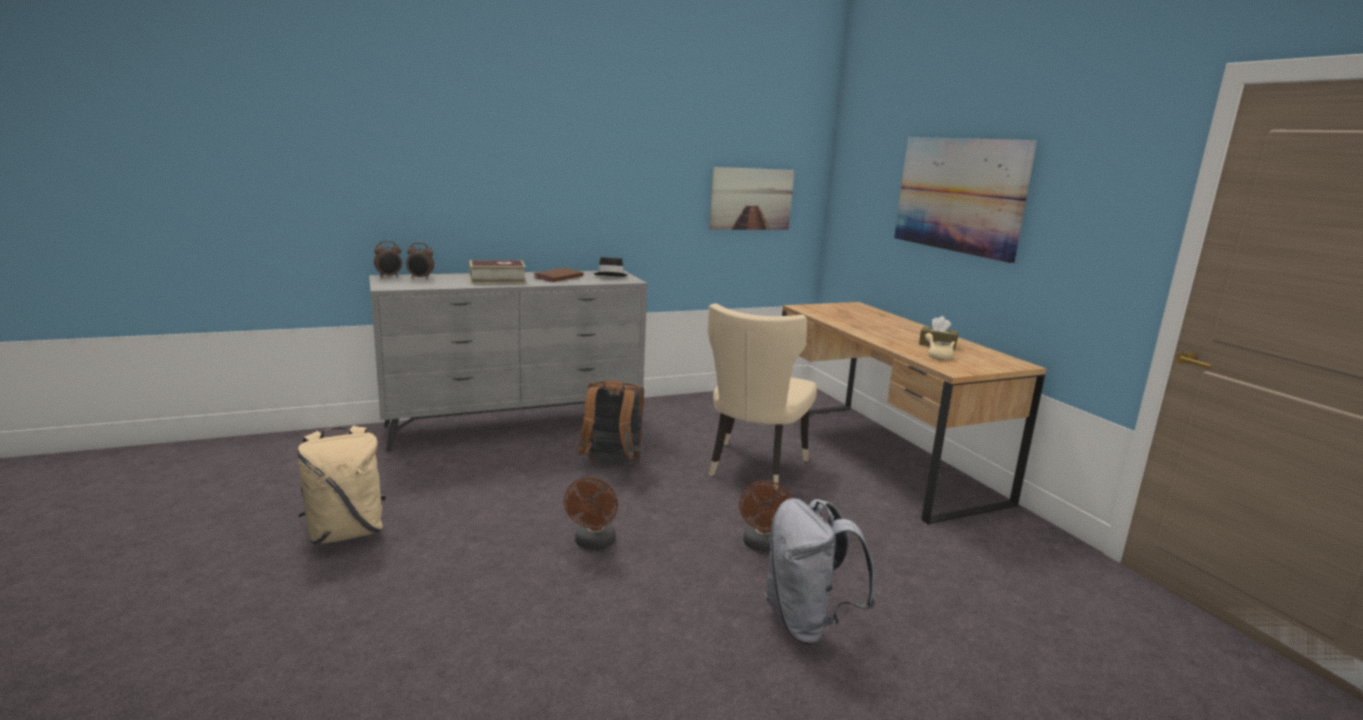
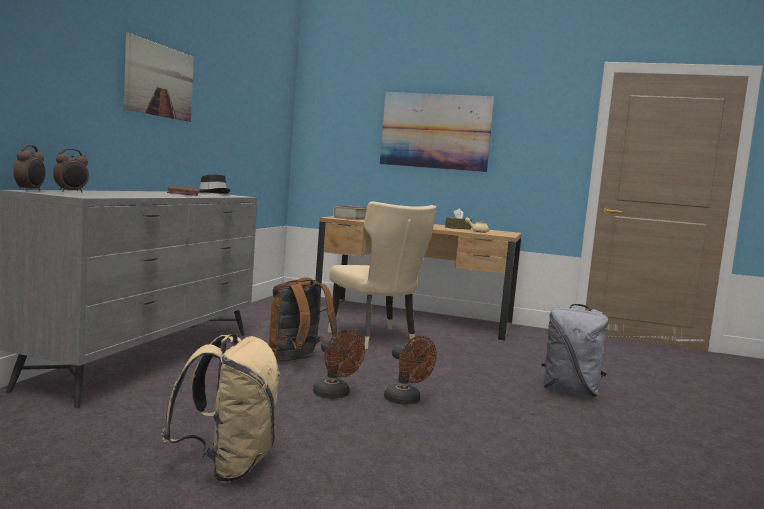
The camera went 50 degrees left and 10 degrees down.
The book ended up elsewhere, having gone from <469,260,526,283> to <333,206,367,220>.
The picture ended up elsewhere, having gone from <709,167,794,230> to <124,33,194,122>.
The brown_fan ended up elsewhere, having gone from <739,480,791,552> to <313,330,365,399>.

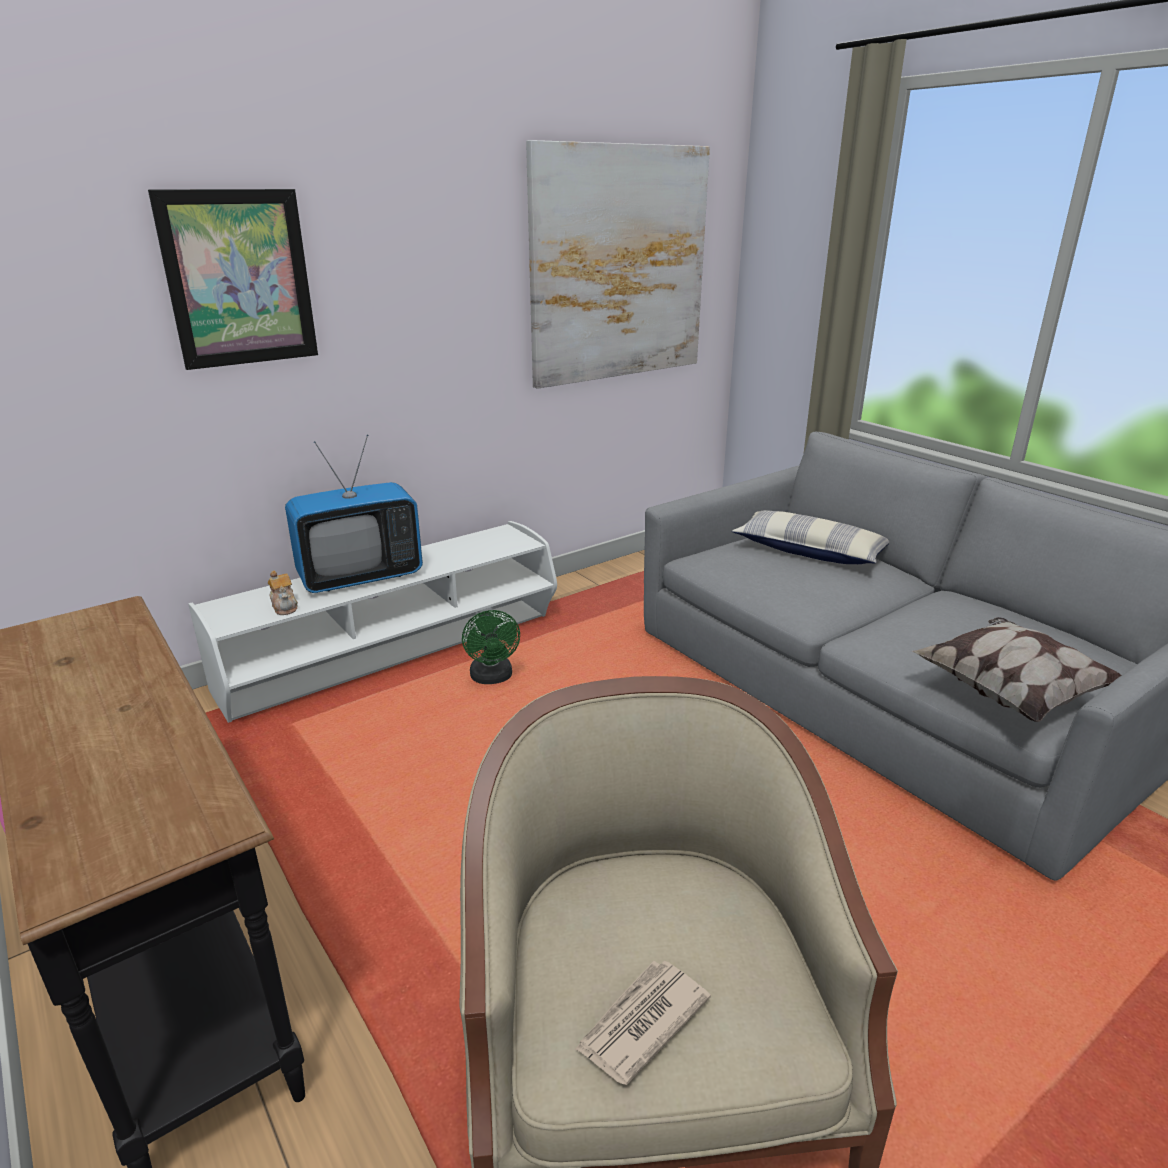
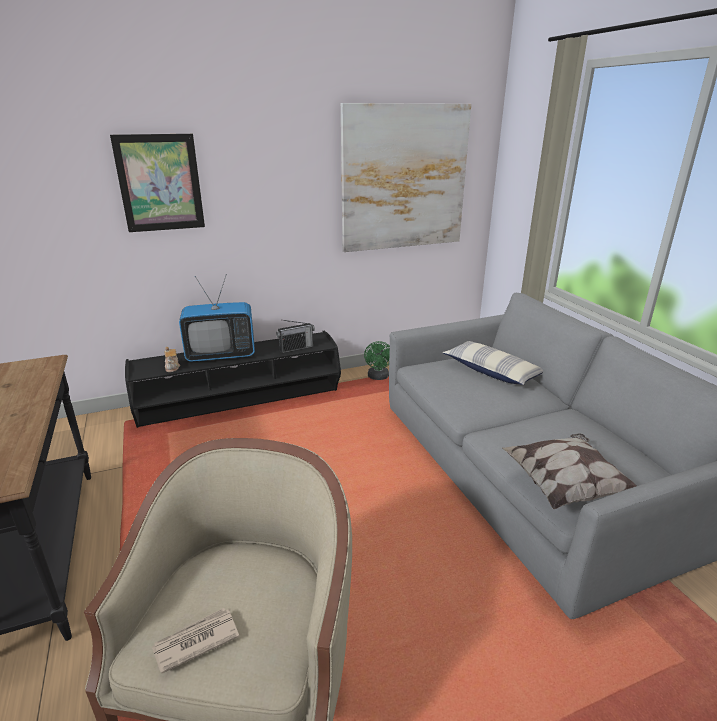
The camera went 15 degrees right and 0 degrees up.
What was the white_tv_stand at <188,521,557,723> turned into the black_tv_stand at <125,331,341,428>.
The green_fan ended up elsewhere, having gone from <462,610,520,684> to <364,341,390,380>.
The second view gained the radio at <276,320,315,353>.

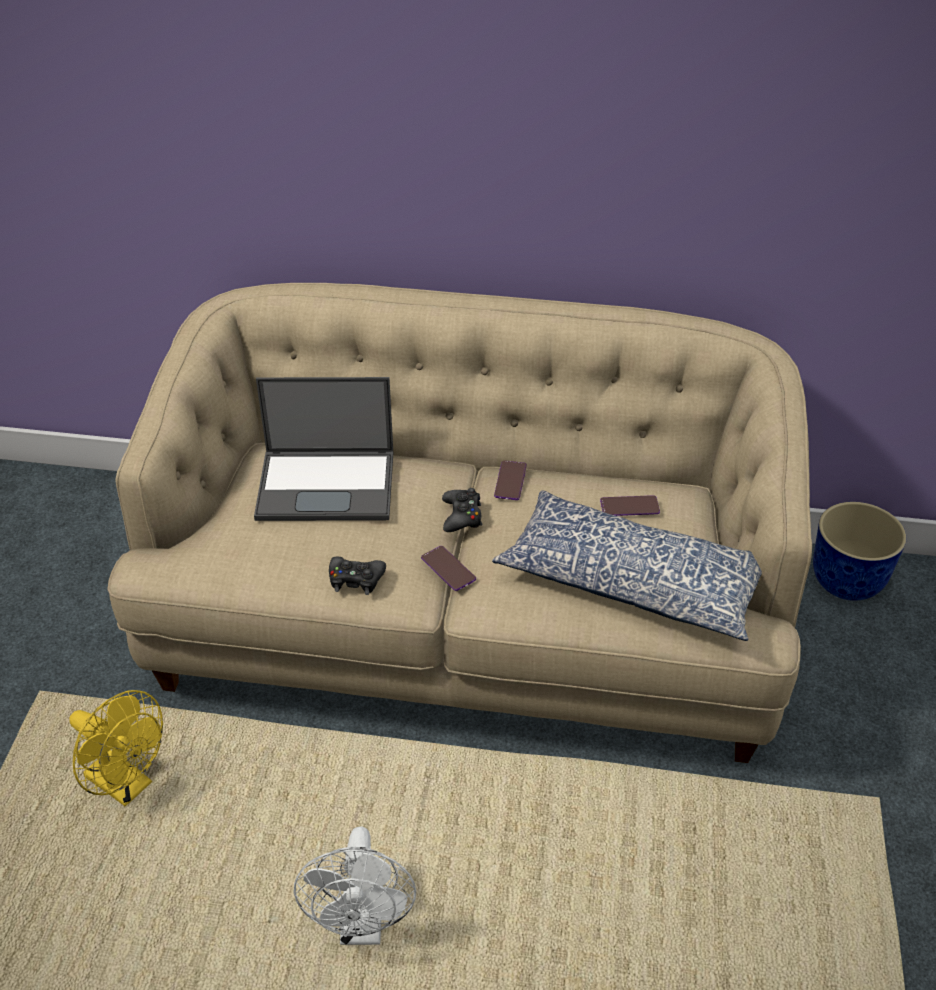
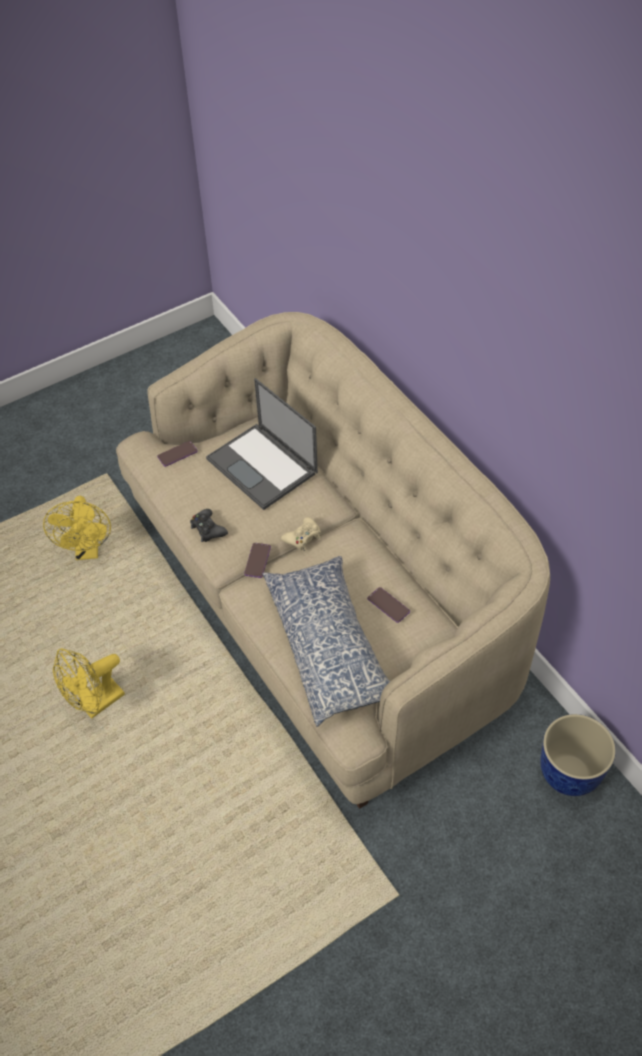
The camera went 50 degrees right and 10 degrees up.
What was the white_fan at <294,826,416,945> turned into the yellow_fan at <53,648,125,719>.
What was the black_game_controller at <442,488,482,532> turned into the beige_game_controller at <281,517,321,551>.
The phone ended up elsewhere, having gone from <494,460,527,500> to <157,441,198,467>.

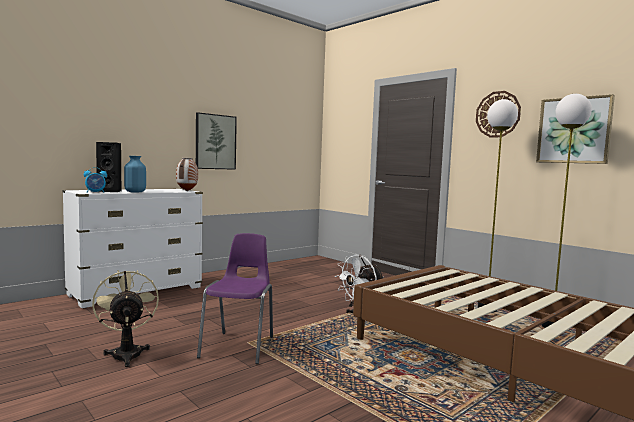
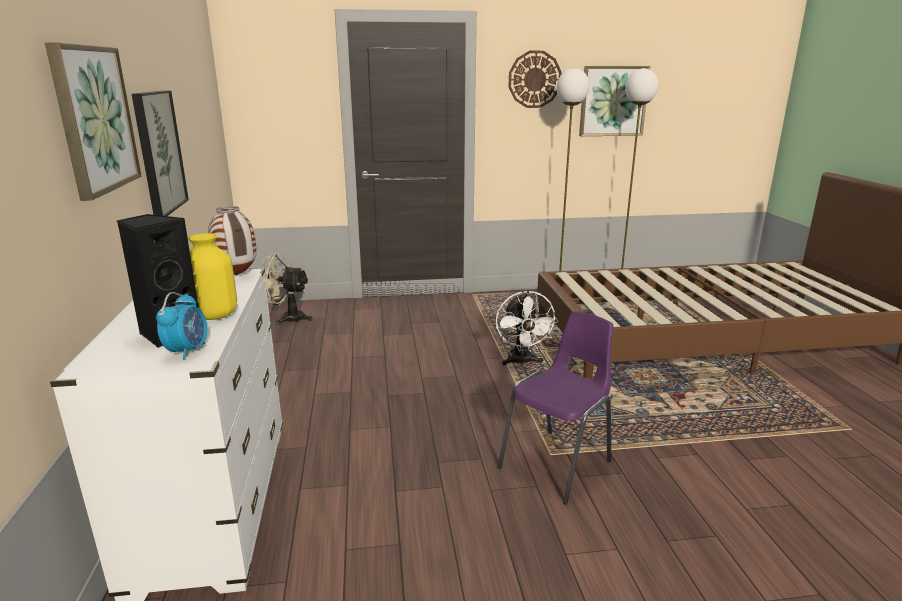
The camera went 55 degrees left and 15 degrees up.
The beige_fan ended up elsewhere, having gone from <92,270,159,367> to <262,253,312,325>.
What was the blue_vase at <124,156,146,193> turned into the yellow_vase at <188,233,237,320>.
The purple_chair at <197,233,273,364> ended up facing another way, 90 degrees clockwise from before.
The second view gained the picture at <45,42,142,201>.

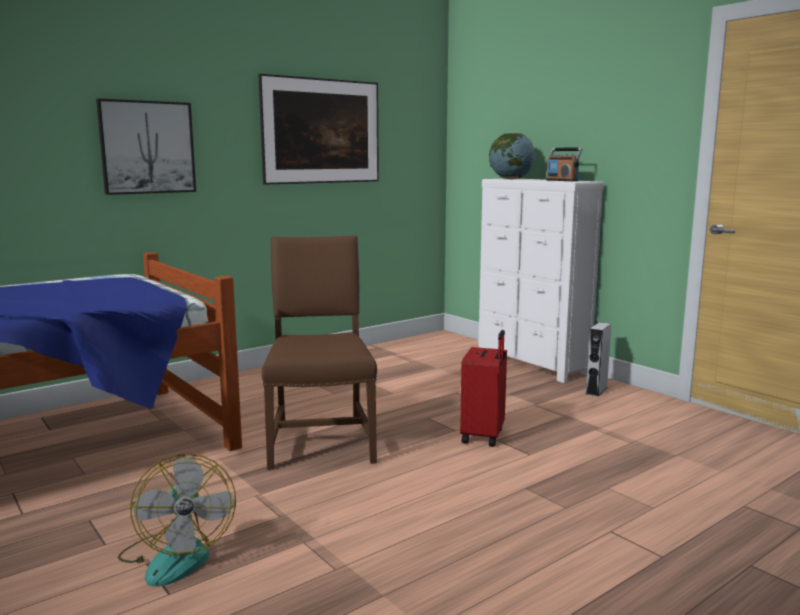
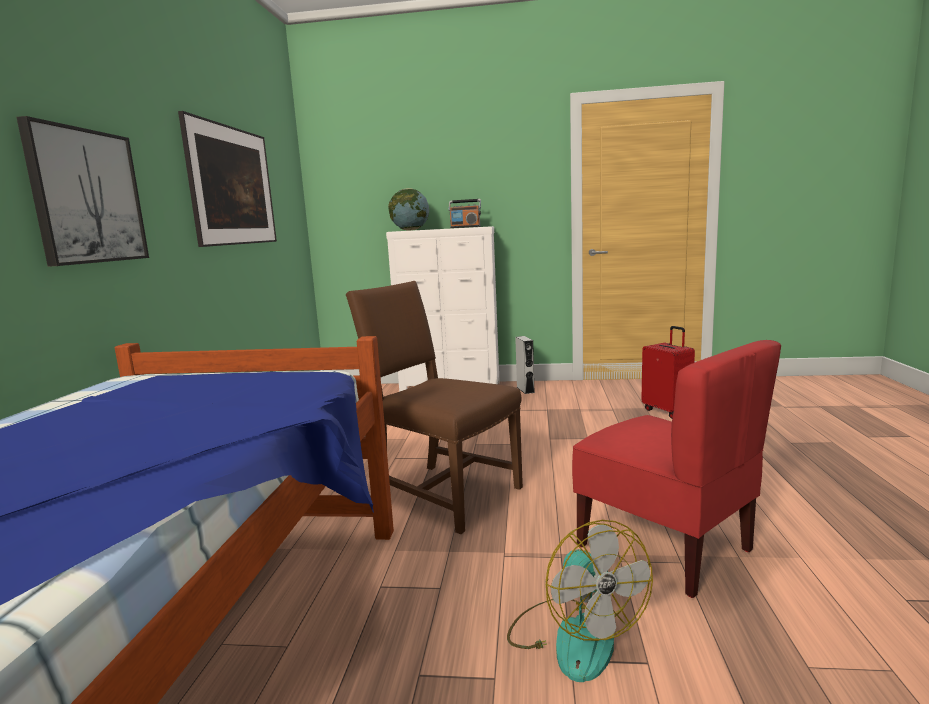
The camera went 45 degrees left and 0 degrees up.
The fan at <118,454,236,587> ended up facing another way, 45 degrees clockwise from before.
The red_suitcase ended up elsewhere, having gone from <460,330,507,447> to <641,326,695,419>.
The second view gained the red_chair at <572,340,781,598>.

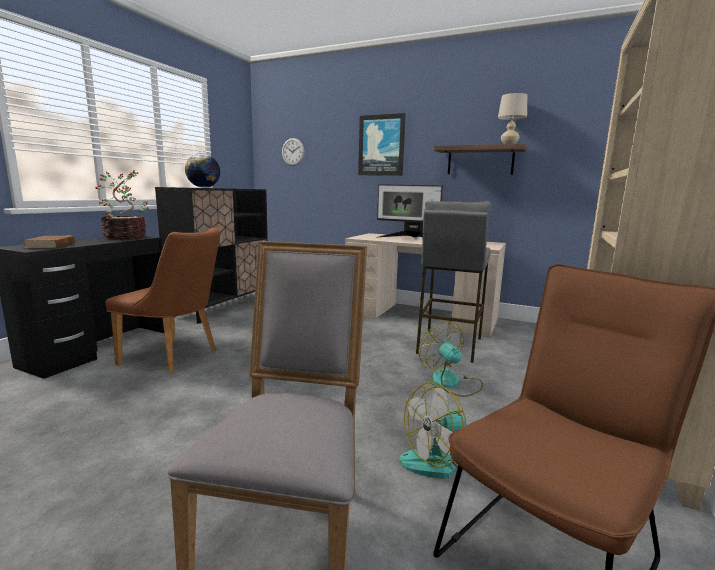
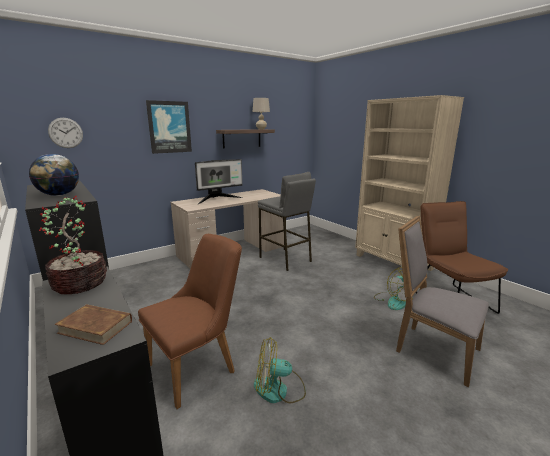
The camera went 60 degrees left and 5 degrees up.
The fan ended up elsewhere, having gone from <418,322,483,397> to <254,337,306,403>.

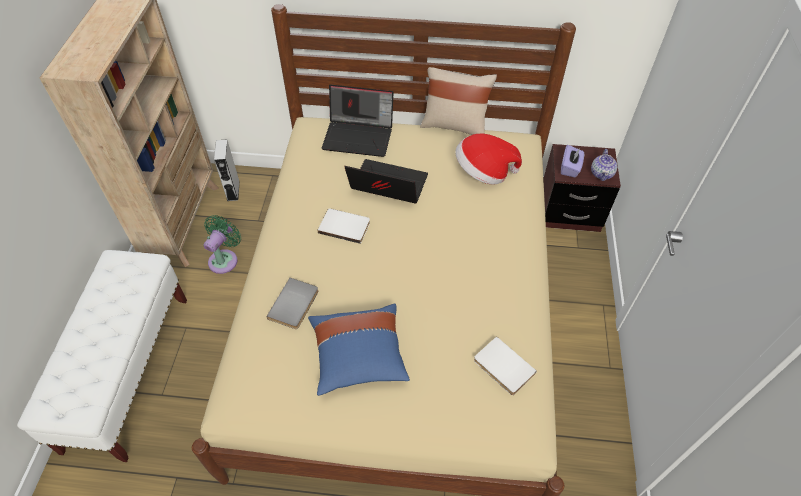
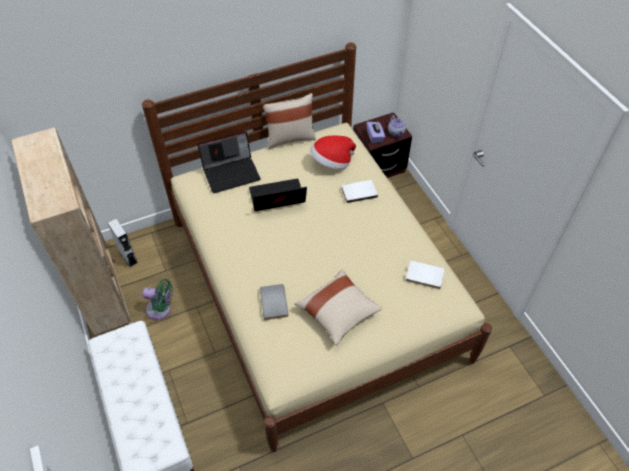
The camera went 30 degrees left and 0 degrees up.
The green_fan at <204,215,241,274> ended up facing another way, 105 degrees clockwise from before.
What was the blue_pillow at <308,303,410,396> turned into the beige_pillow at <295,270,382,345>.
The white_book ended up elsewhere, having gone from <318,209,370,244> to <342,180,378,203>.

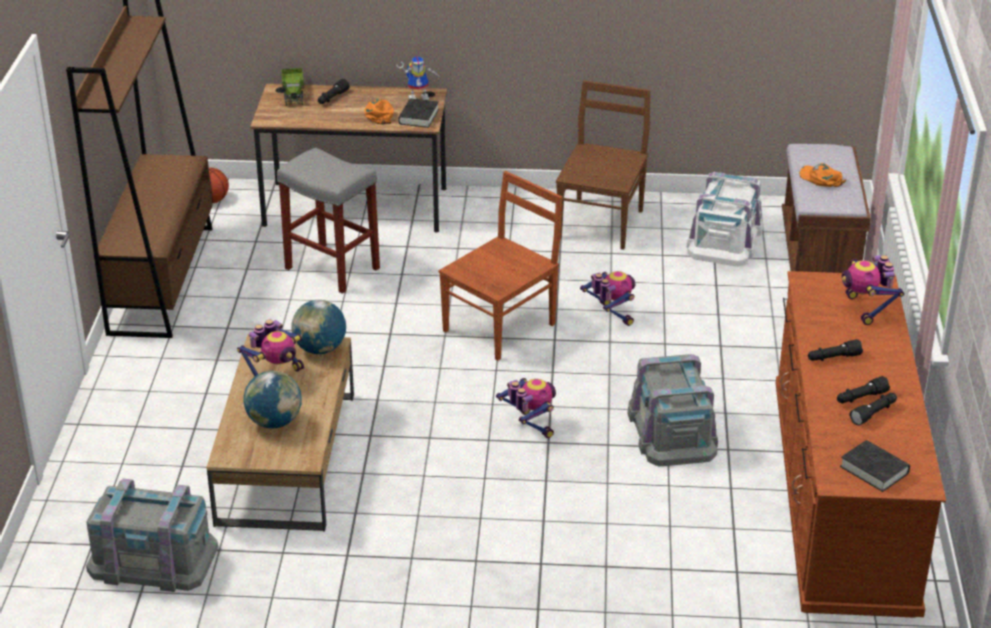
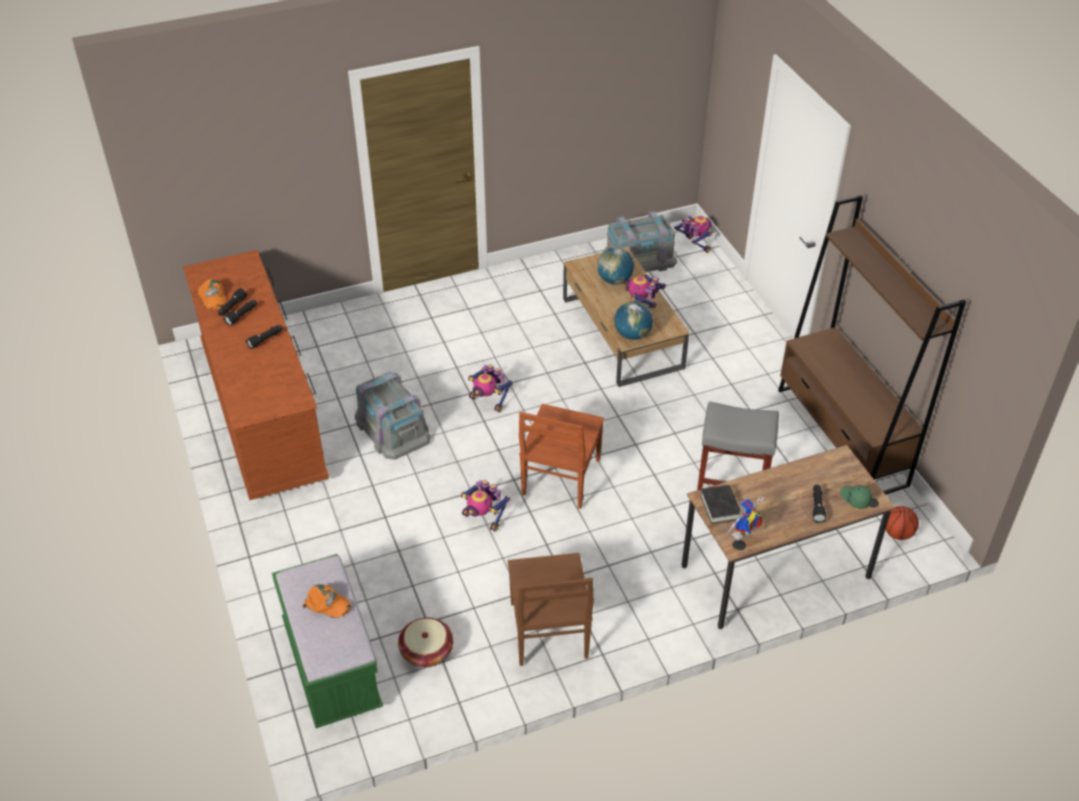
The camera went 155 degrees right and 10 degrees up.
Where the toy_truck stood at <281,68,305,106>, the green_cap came to stand at <840,485,872,509>.
The orange_cap ended up elsewhere, having gone from <364,99,394,124> to <198,279,226,309>.
Where the white_storage_box stood at <687,172,763,266>, the basket came to stand at <398,618,454,667>.
What was the brown_bench at <782,144,871,273> turned into the green_bench at <272,554,383,728>.
The second view lost the black_book at <840,440,910,492>.
The toy_robot ended up elsewhere, having gone from <842,255,904,325> to <674,216,713,253>.

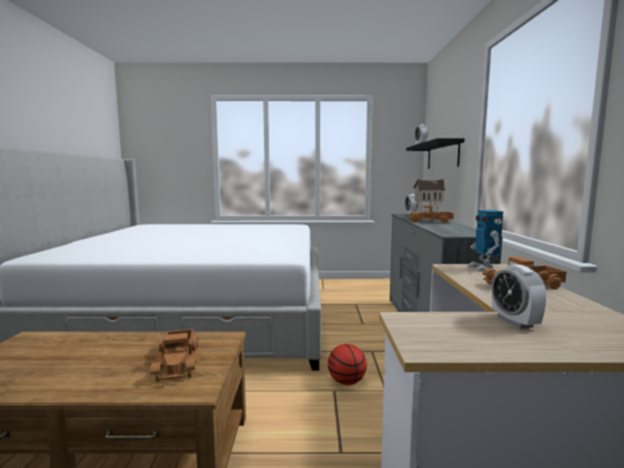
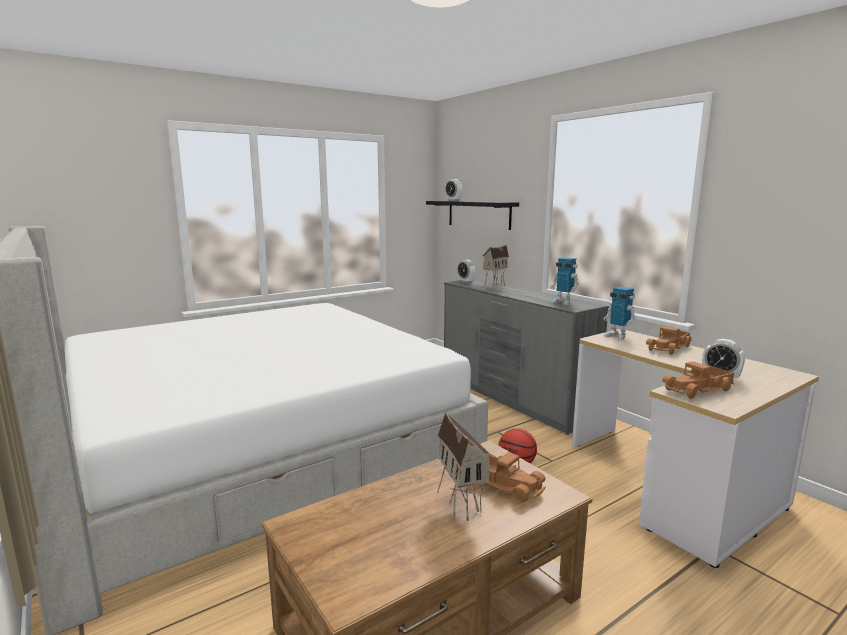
The camera went 35 degrees left and 5 degrees up.
The toy_truck ended up elsewhere, having gone from <408,205,454,223> to <662,361,734,399>.
The second view gained the toy_house at <437,411,493,521>.
The second view gained the toy_robot at <550,257,579,305>.

